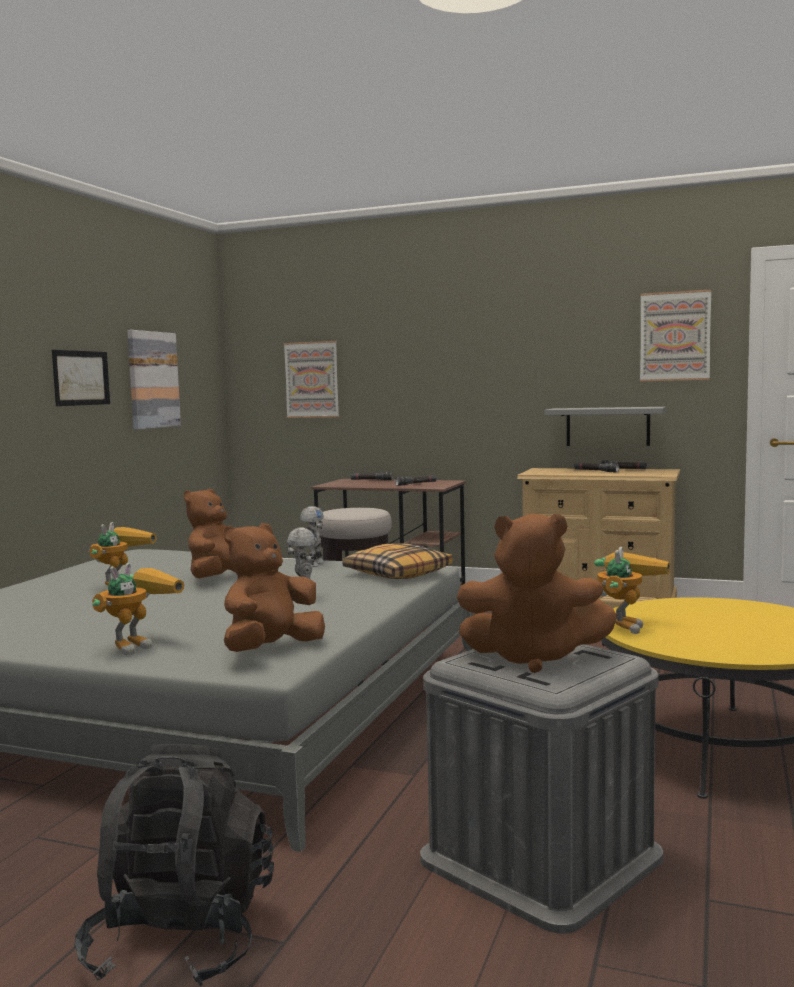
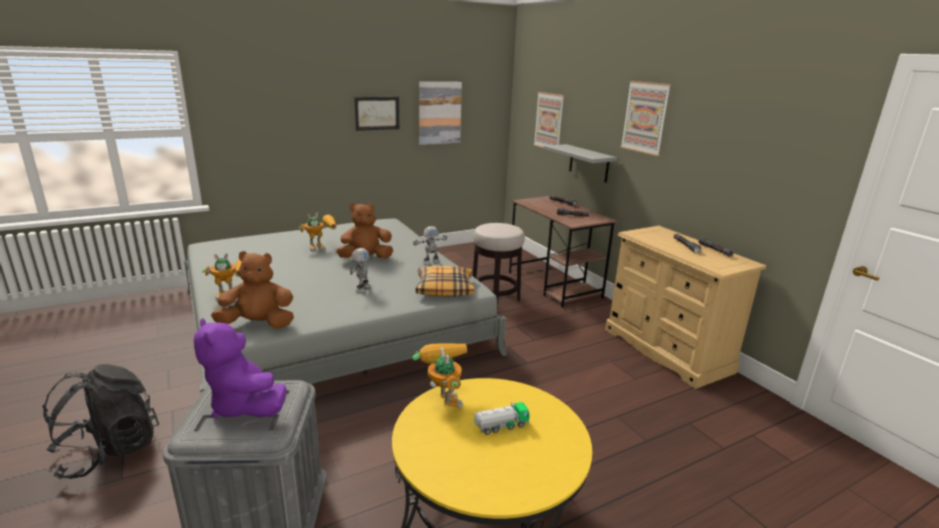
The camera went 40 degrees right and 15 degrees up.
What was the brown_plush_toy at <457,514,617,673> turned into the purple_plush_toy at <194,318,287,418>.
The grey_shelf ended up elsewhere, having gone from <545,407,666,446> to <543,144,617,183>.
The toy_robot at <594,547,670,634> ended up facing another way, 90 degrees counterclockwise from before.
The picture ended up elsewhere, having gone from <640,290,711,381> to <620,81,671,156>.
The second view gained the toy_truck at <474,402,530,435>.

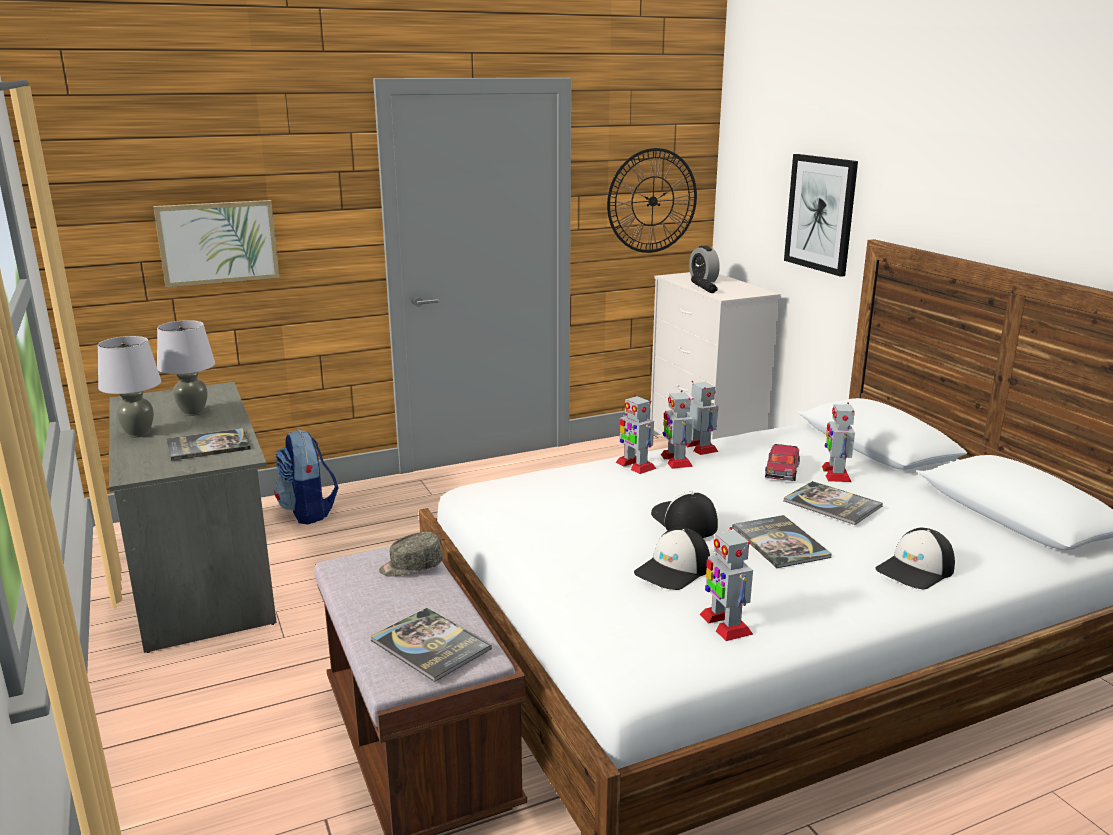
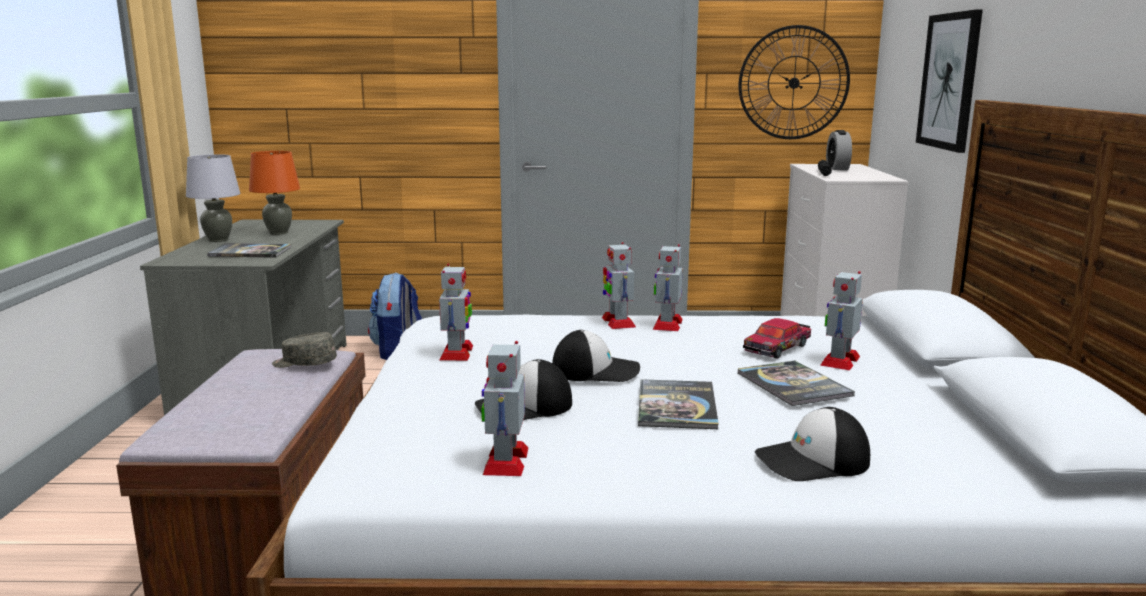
The camera went 25 degrees right and 5 degrees down.
The second view lost the picture at <153,200,280,287>.
What was the grey_table_lamp at <157,320,215,416> turned into the orange_table_lamp at <249,151,300,235>.
The second view lost the book at <371,608,492,682>.
The cap at <651,492,718,538> ended up facing another way, 90 degrees clockwise from before.
The toy_robot ended up elsewhere, having gone from <686,381,718,455> to <439,264,473,361>.

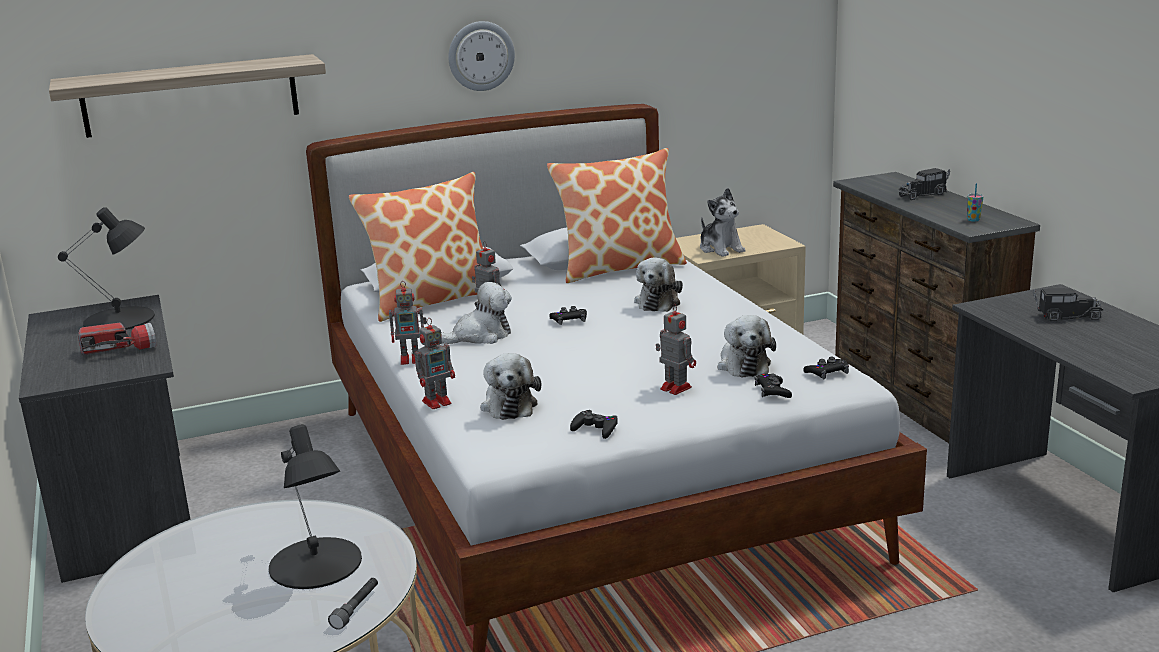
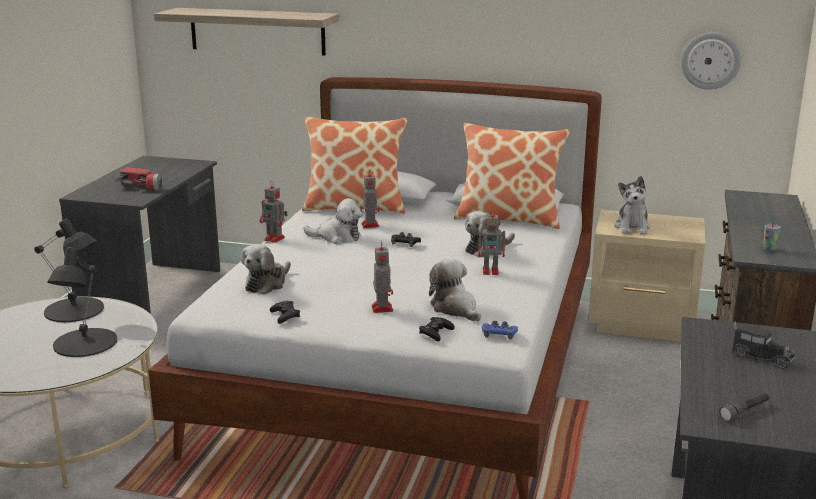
The camera went 35 degrees right and 0 degrees up.
The black_table_lamp ended up elsewhere, having gone from <58,207,155,330> to <34,218,104,322>.
The grey_flashlight ended up elsewhere, having gone from <328,578,378,630> to <719,393,769,421>.
The toy_robot ended up elsewhere, having gone from <414,318,455,409> to <478,208,507,275>.
The wall_clock ended up elsewhere, having gone from <448,21,515,91> to <681,32,741,90>.
The plush_toy at <717,315,776,378> ended up facing another way, 120 degrees clockwise from before.
What was the black_game_controller at <803,356,849,379> turned into the blue_game_controller at <482,321,518,340>.
The second view lost the toy_truck at <899,168,950,200>.

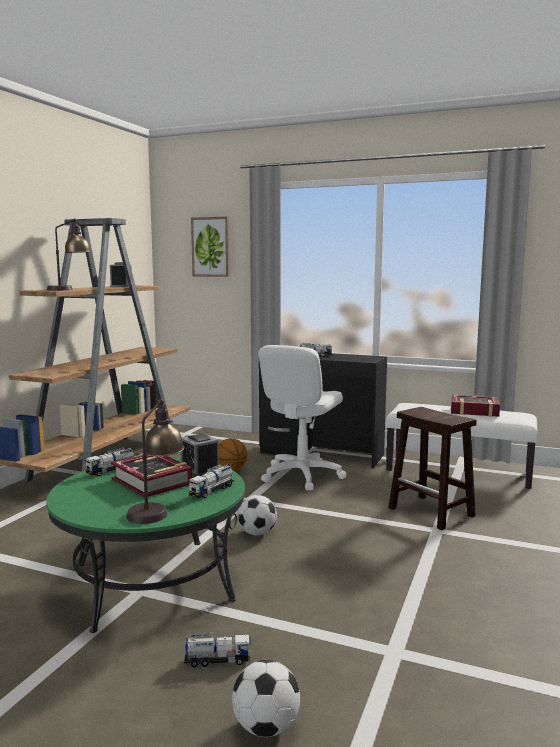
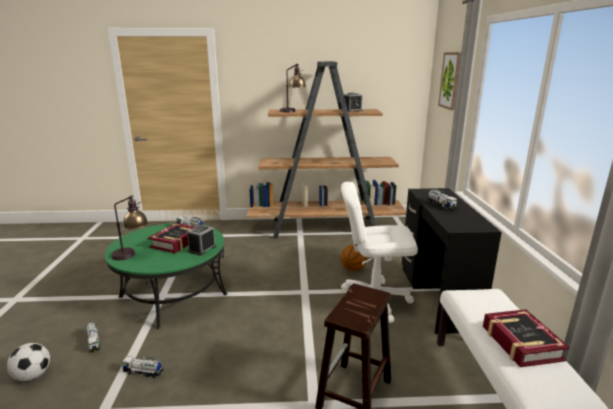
The camera went 65 degrees right and 10 degrees up.
The toy_truck ended up elsewhere, having gone from <189,464,234,499> to <122,356,164,378>.
The second view lost the football at <238,495,277,535>.

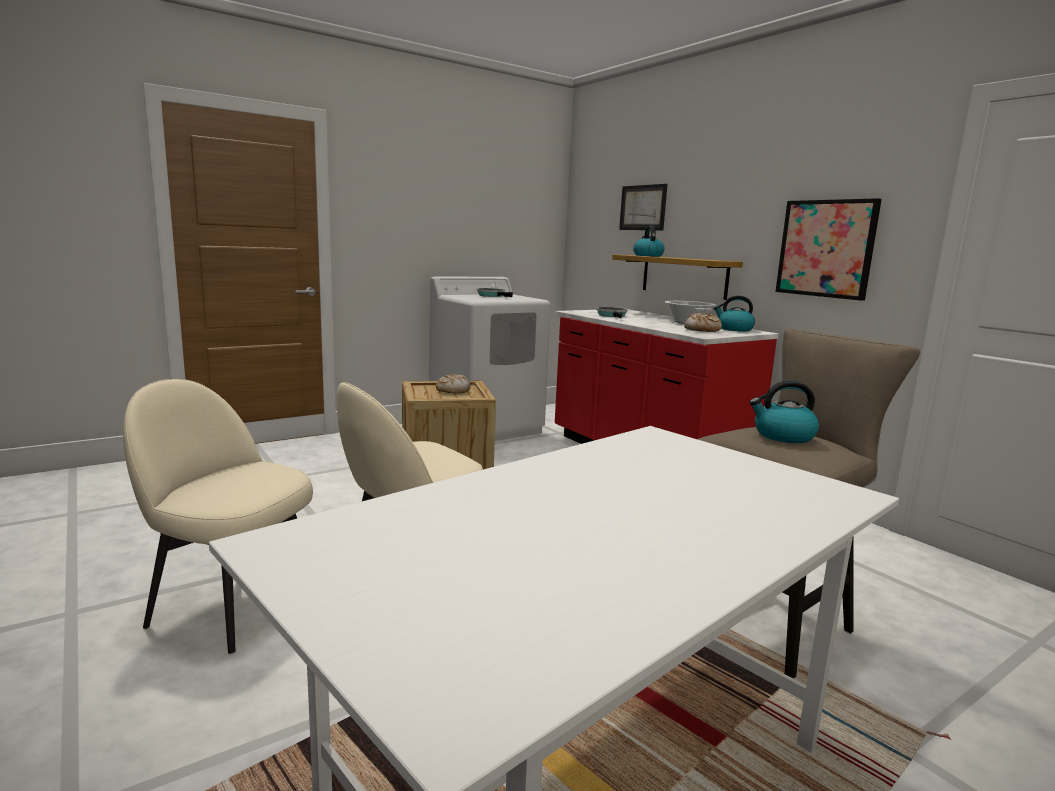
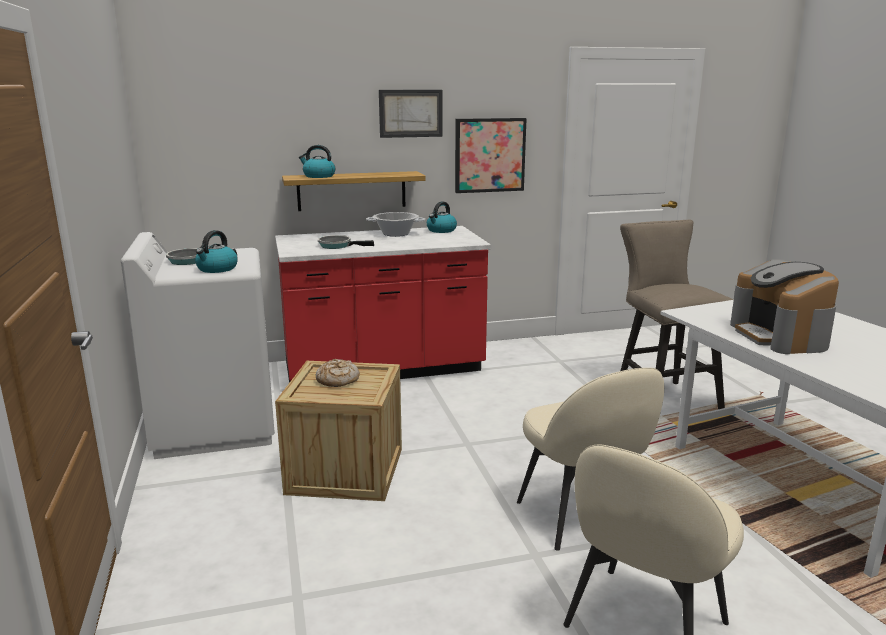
The camera went 70 degrees left and 5 degrees up.
The picture ended up elsewhere, having gone from <619,184,668,231> to <379,90,443,138>.
The second view lost the bread at <684,313,722,332>.
The kettle ended up elsewhere, having gone from <750,381,819,443> to <195,230,238,273>.
The second view gained the coffee_machine at <730,259,839,354>.

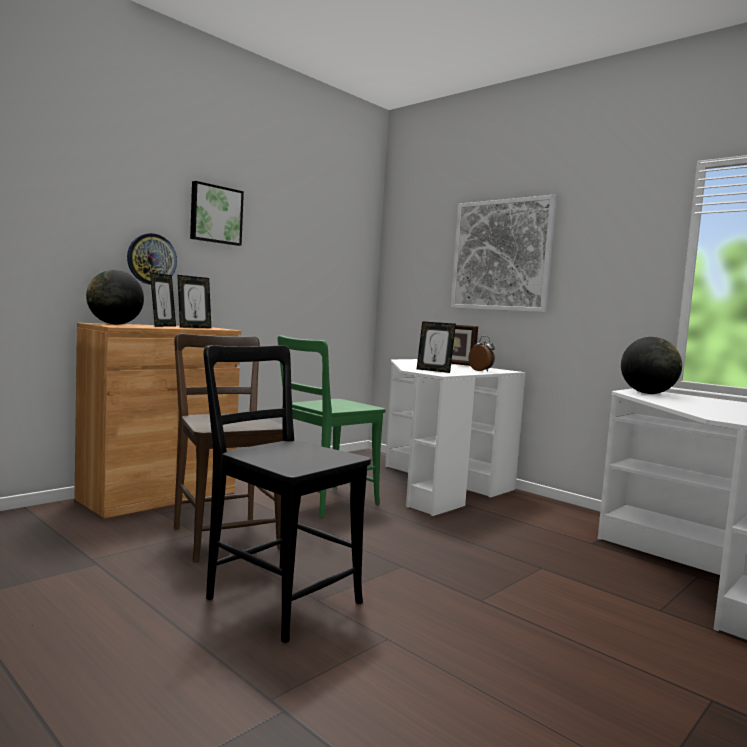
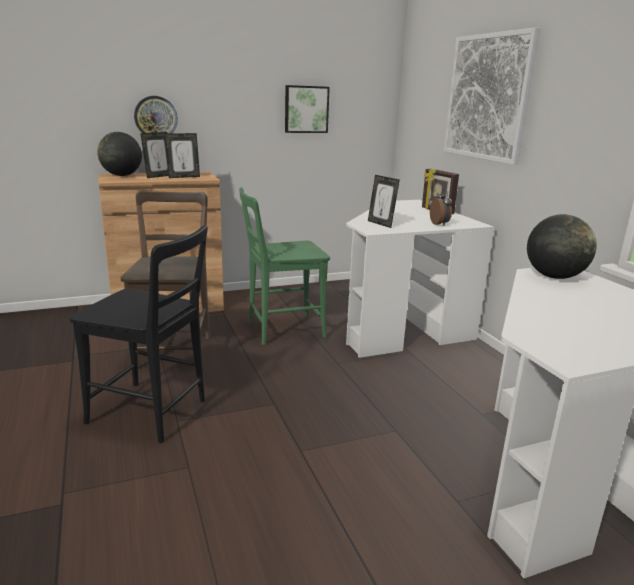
The camera went 25 degrees right and 15 degrees up.
The picture ended up elsewhere, having gone from <190,181,244,246> to <285,85,330,133>.
The black_chair at <203,345,371,643> ended up facing another way, 135 degrees clockwise from before.

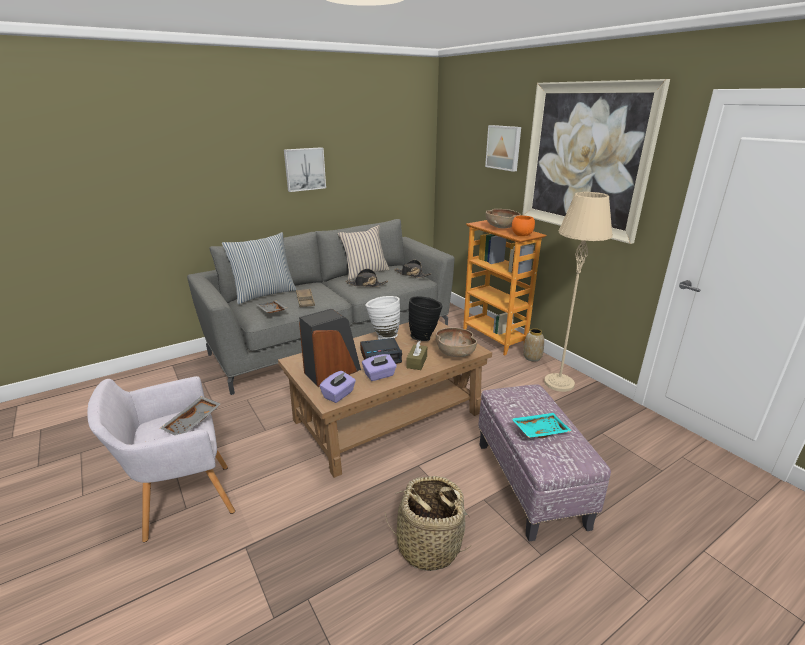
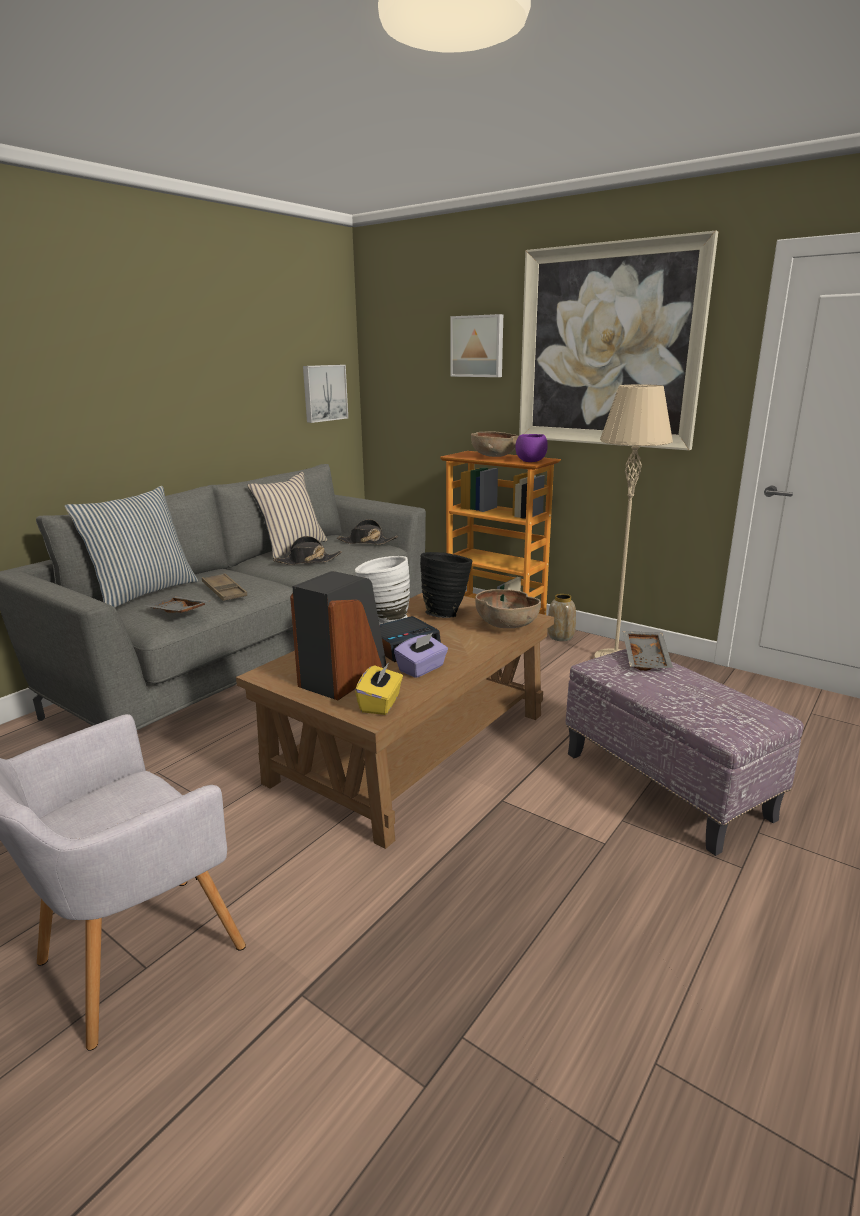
The camera went 20 degrees left and 5 degrees down.
The grey_tray ended up elsewhere, having gone from <160,396,221,435> to <623,631,673,671>.
The picture ended up elsewhere, having gone from <284,147,326,192> to <303,365,348,423>.
What was the purple_tissue_box at <320,371,356,403> turned into the yellow_tissue_box at <355,663,403,715>.
The second view lost the basket at <385,476,471,571>.
The second view lost the brown_tissue_box at <407,341,427,370>.
The second view lost the turquoise_tray at <511,413,572,438>.
What was the orange_bowl at <512,216,535,236> turned into the purple_bowl at <515,434,548,462>.

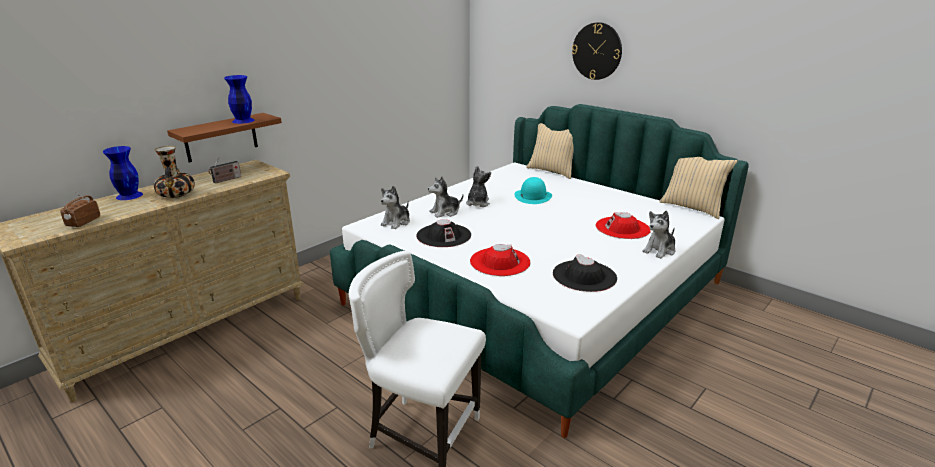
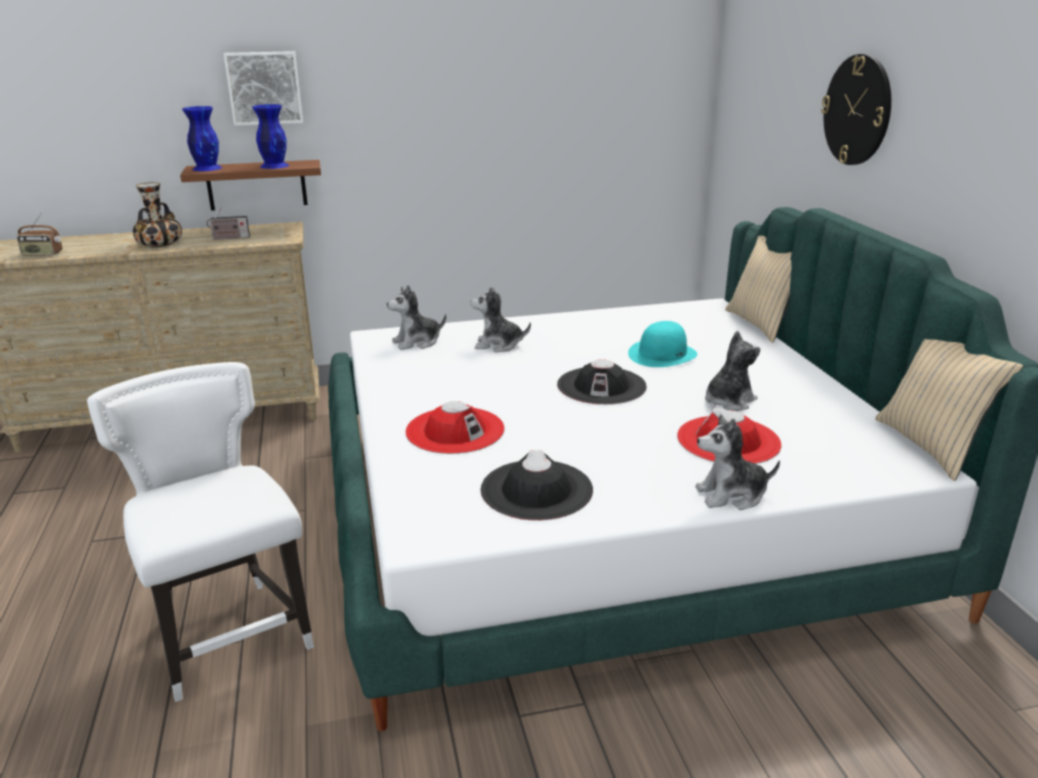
The camera went 35 degrees right and 0 degrees up.
The radio at <60,191,100,227> ended up facing another way, 135 degrees counterclockwise from before.
The blue_vase ended up elsewhere, having gone from <103,146,143,200> to <182,106,222,171>.
The black_hat ended up elsewhere, having gone from <416,219,471,247> to <557,359,647,405>.
The plush_toy ended up elsewhere, having gone from <466,166,491,207> to <705,331,760,411>.
The second view gained the picture at <224,51,303,126>.

